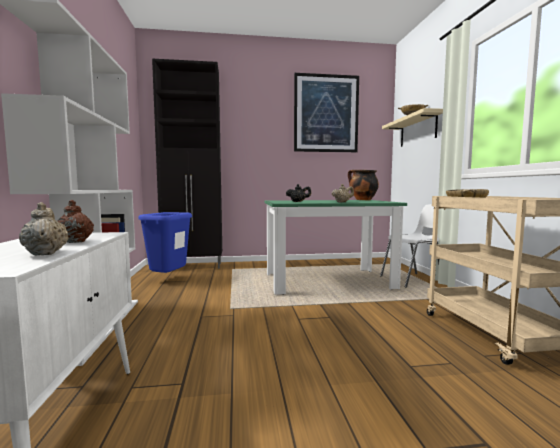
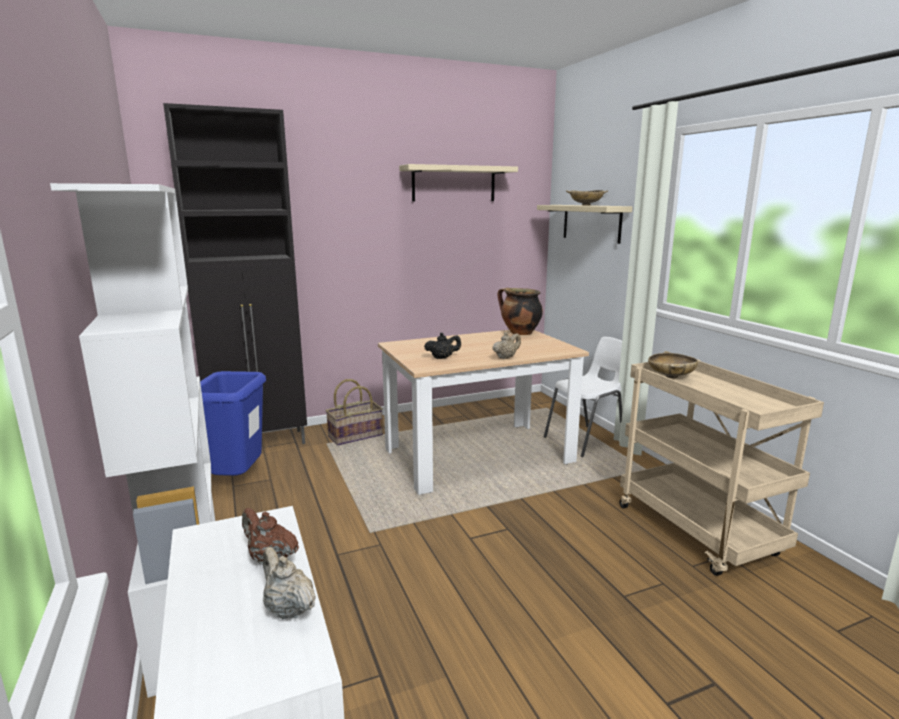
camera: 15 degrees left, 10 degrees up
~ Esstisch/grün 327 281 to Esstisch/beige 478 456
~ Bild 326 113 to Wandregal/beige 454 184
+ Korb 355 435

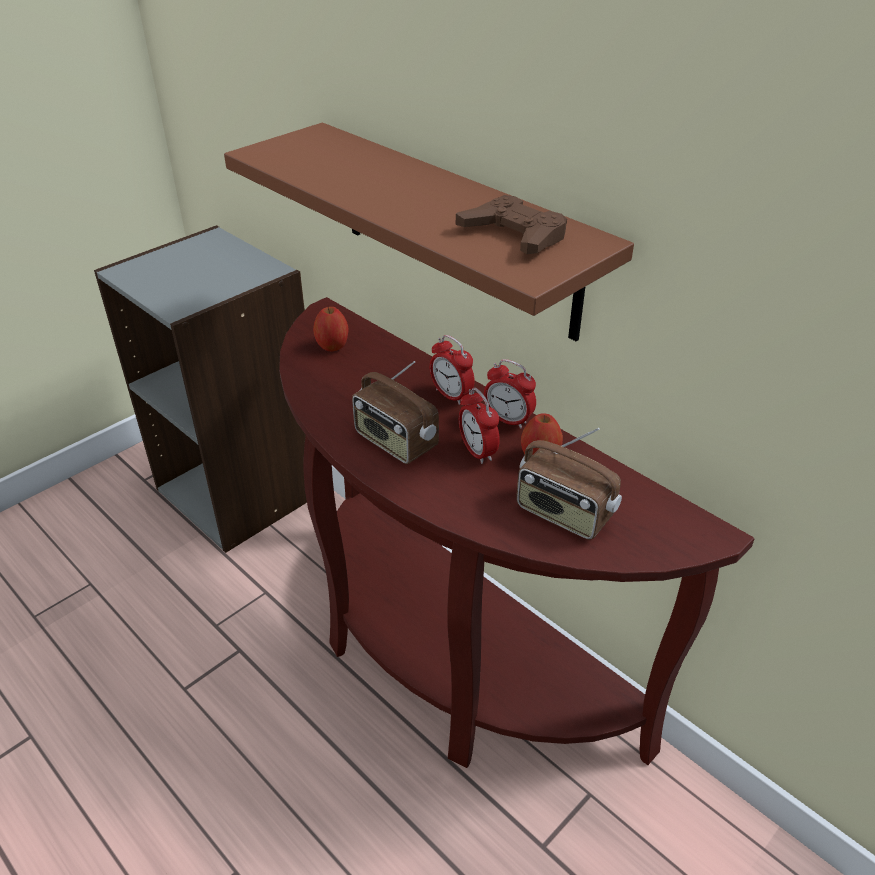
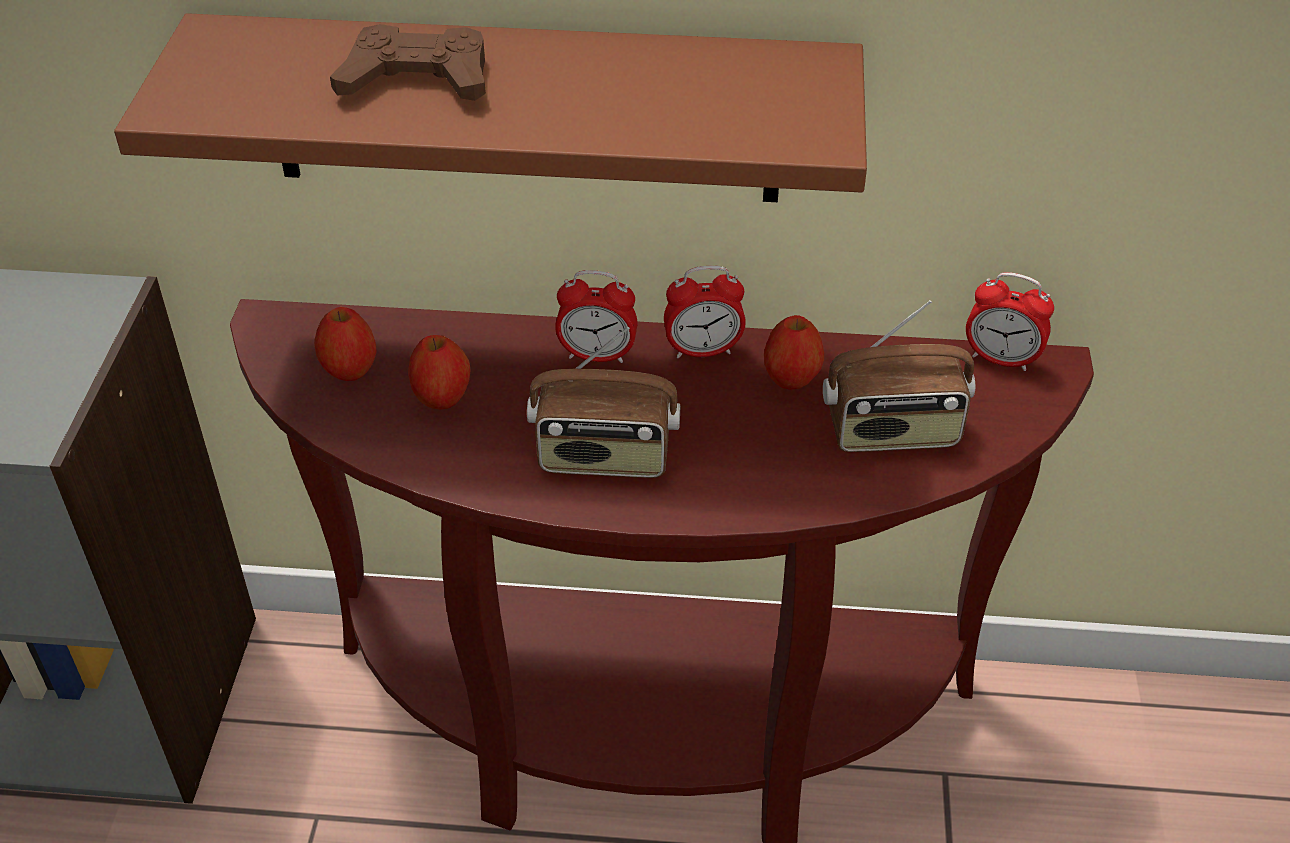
camera: 40 degrees left, 5 degrees up
~ Gamepad/braun 514 235 to 417 79
~ Wecker 477 452 to 1001 359
+ Apfel 442 398

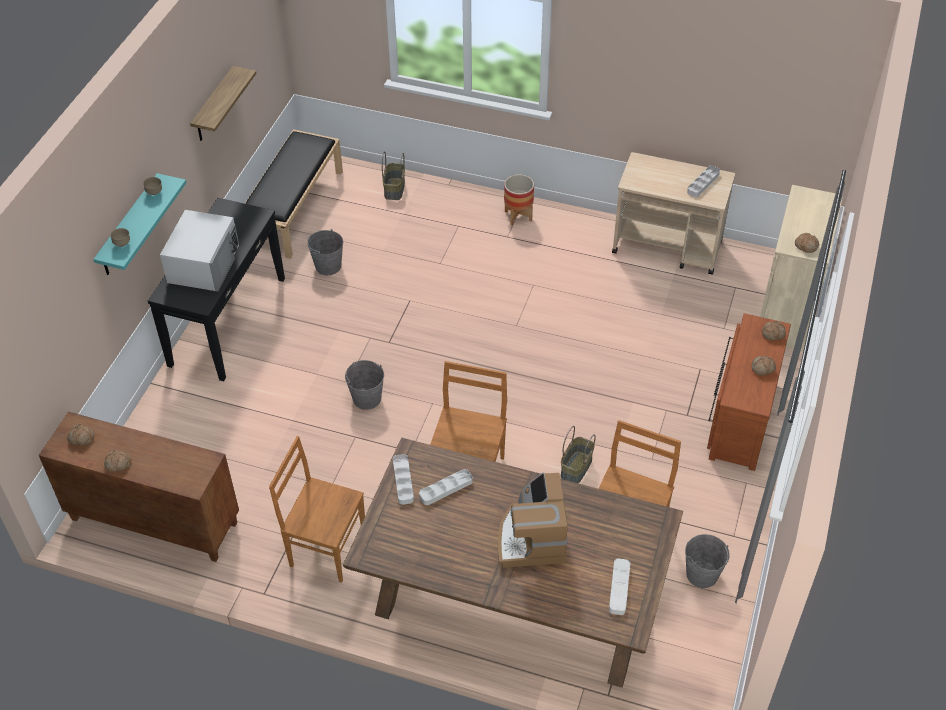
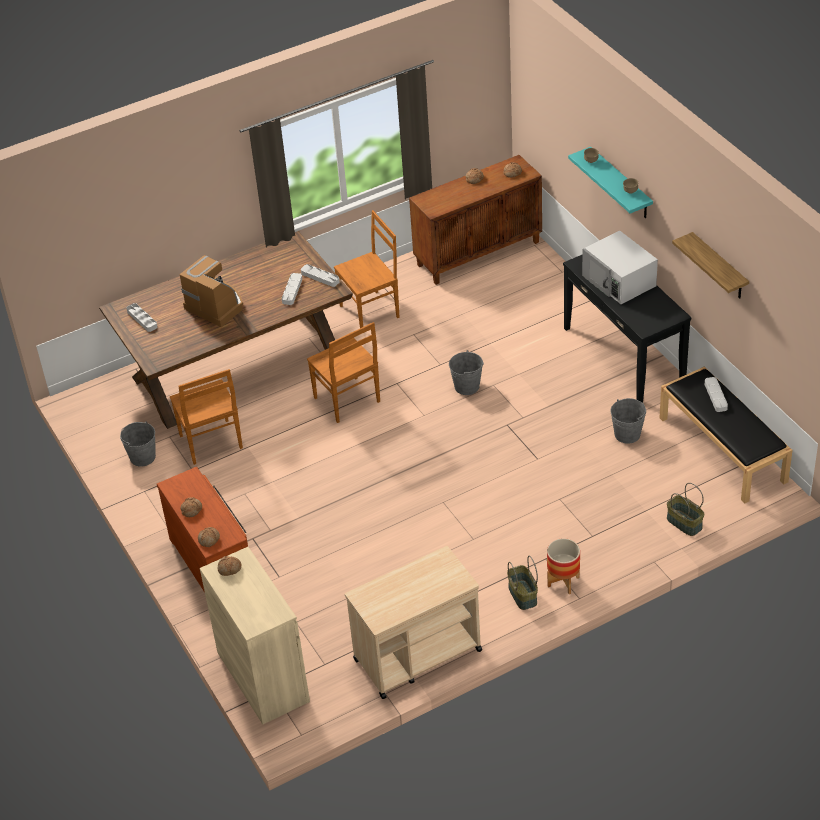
camera: 135 degrees right, 5 degrees down
~ Korb 576 468 to 522 595
~ Tablett/grau 703 183 to 715 396

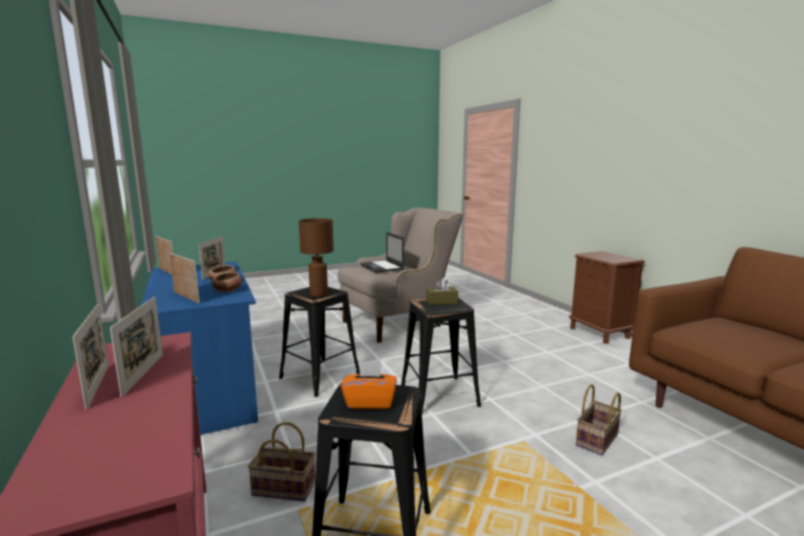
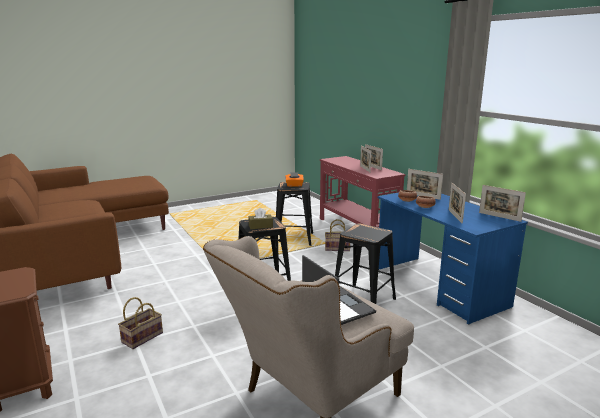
camera: 175 degrees right, 5 degrees up
- Tischlampe/braun 319 294
~ Korb 597 440 to 142 337

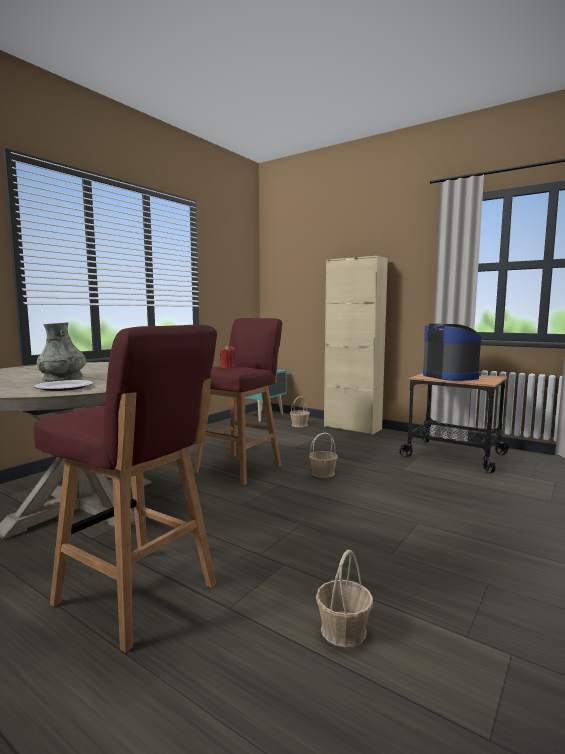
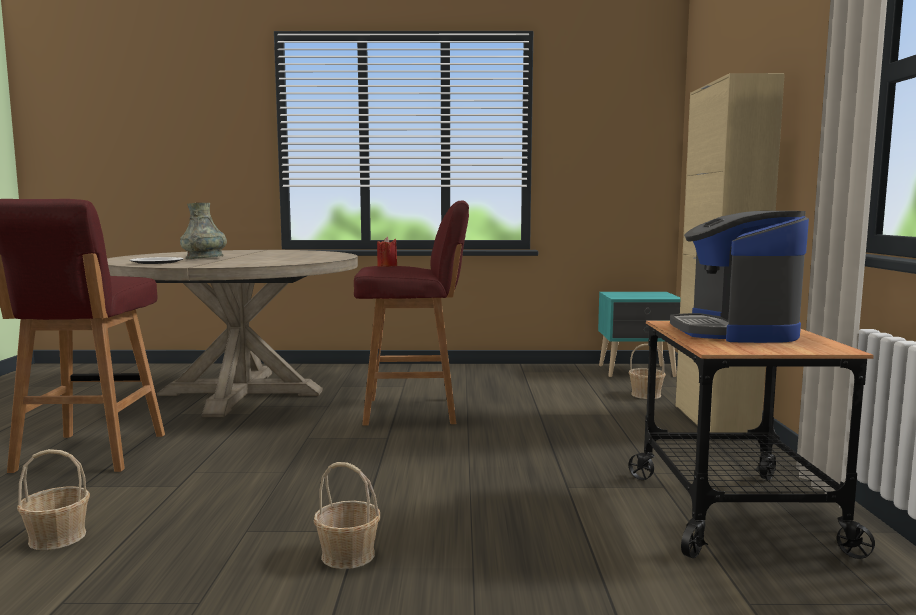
camera: 55 degrees right, 0 degrees up
~ Korb 323 473 to 348 555
~ Kaffeemaschine 450 376 = 734 332 150 degrees clockwise

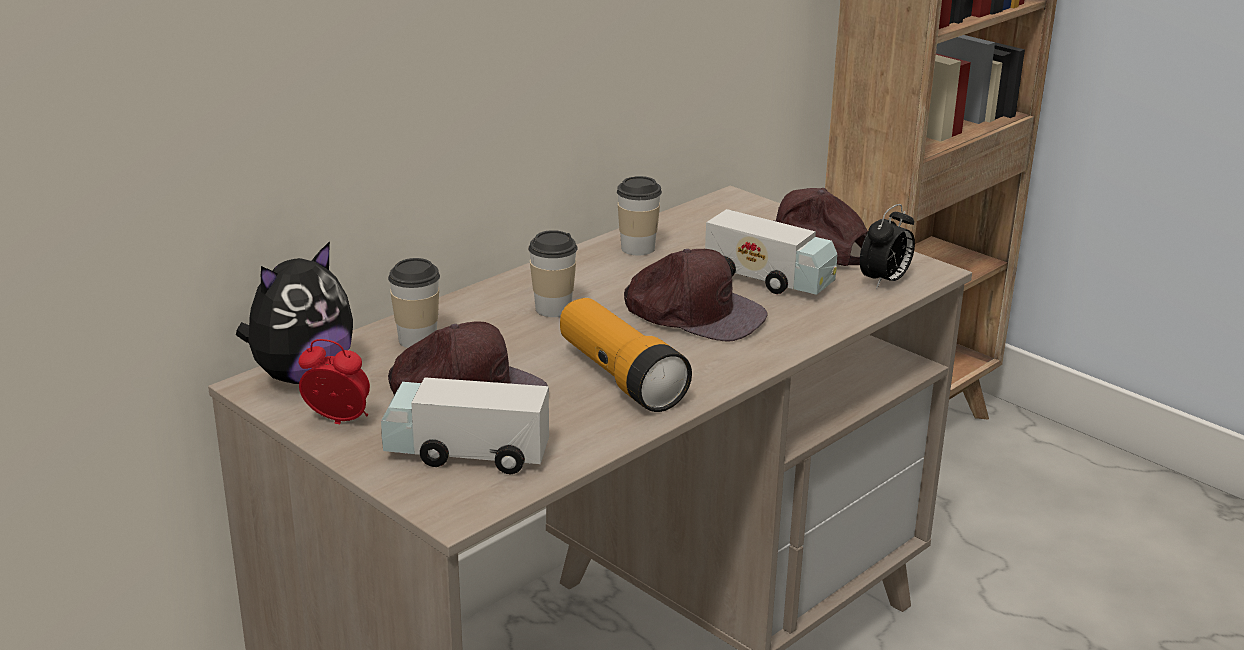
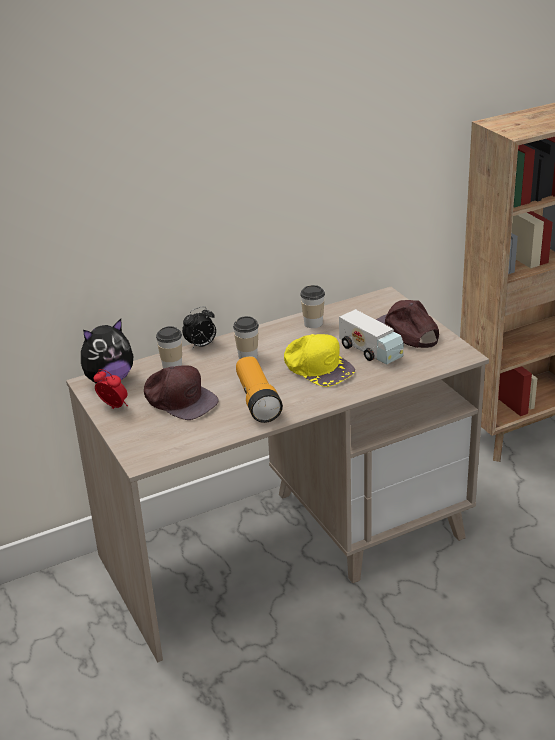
camera: 20 degrees right, 5 degrees up
- Spielzeuglaster 466 452
~ Kappe/braun 693 312 to Kappe/gelb 317 367
~ Wecker 884 281 to 201 346

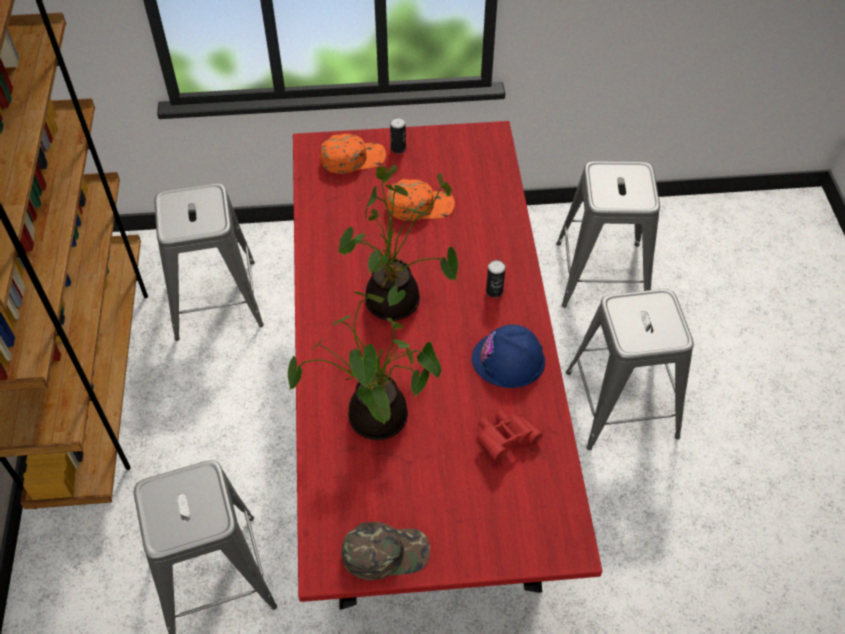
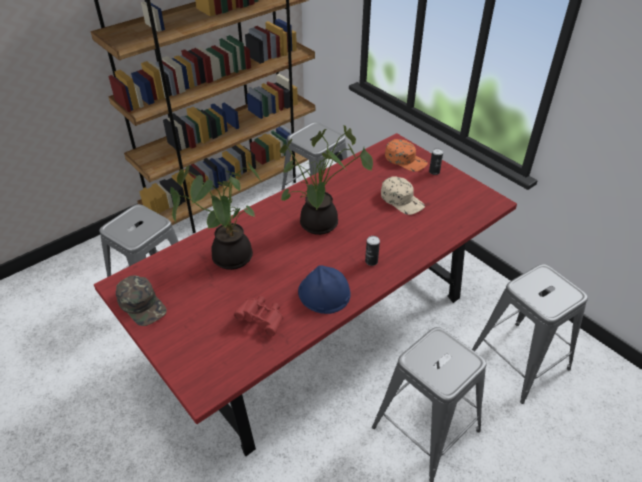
camera: 55 degrees right, 10 degrees down
~ Kappe/orange 420 205 to Kappe/beige 402 200

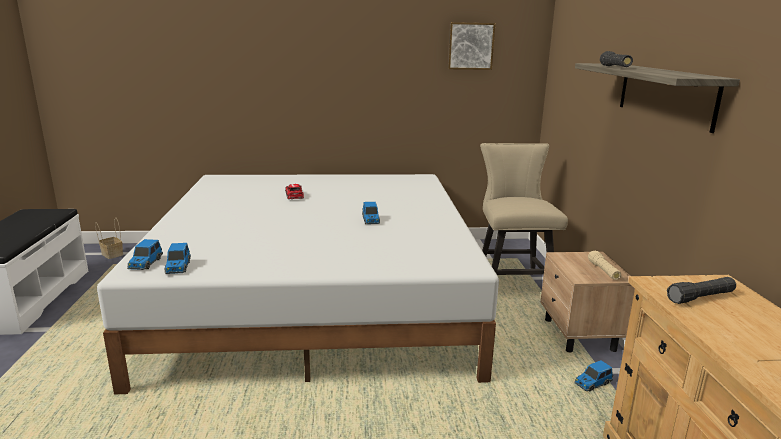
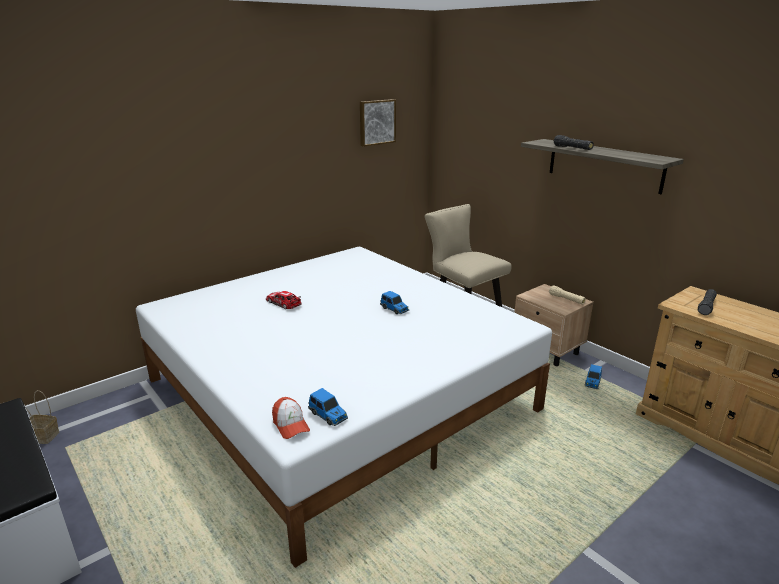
camera: 35 degrees left, 5 degrees up
~ Spielzeugauto 145 264 to Kappe 290 425

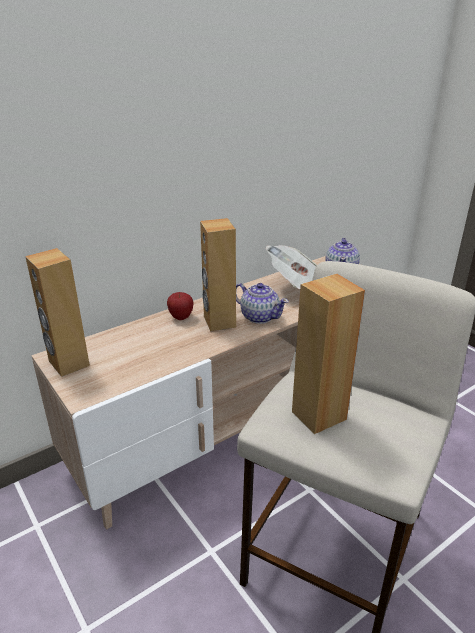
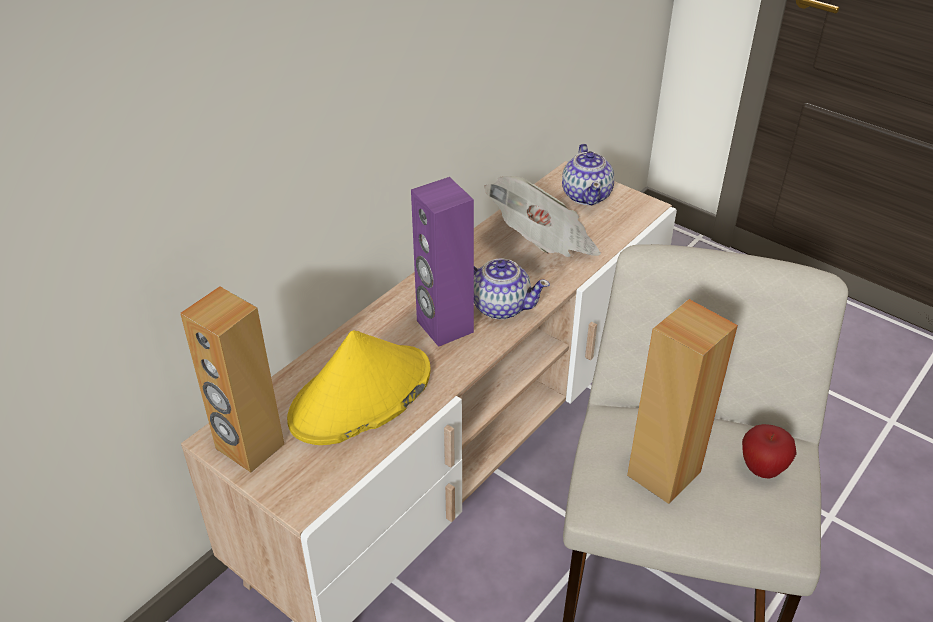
camera: 15 degrees left, 10 degrees up
~ Apfel 181 317 to 762 469
~ Lautsprecher/braun 219 322 to Lautsprecher/lila 444 327
+ Hut/gelb 360 396

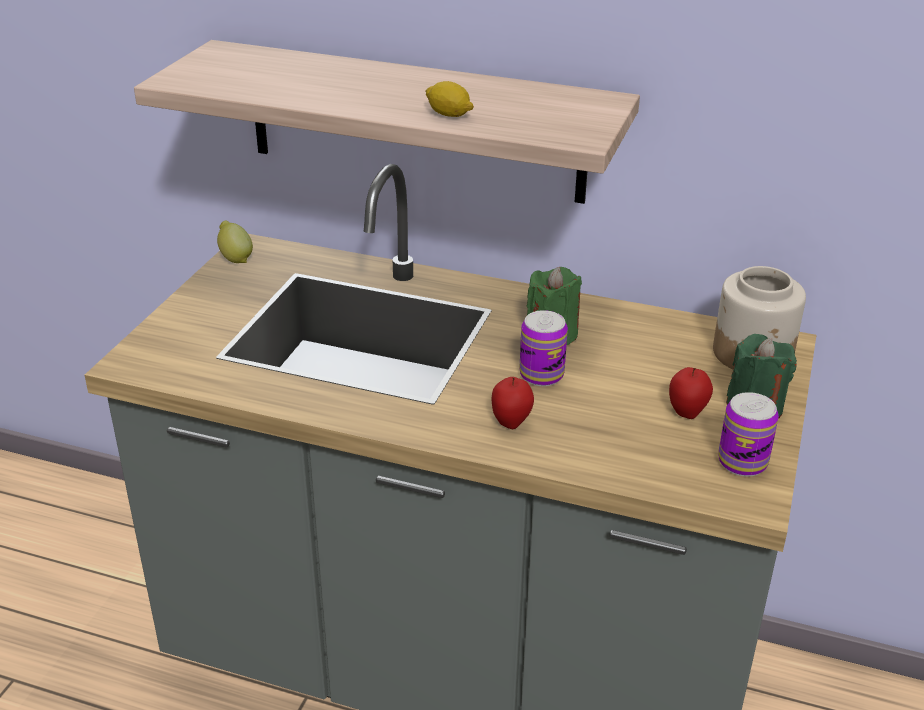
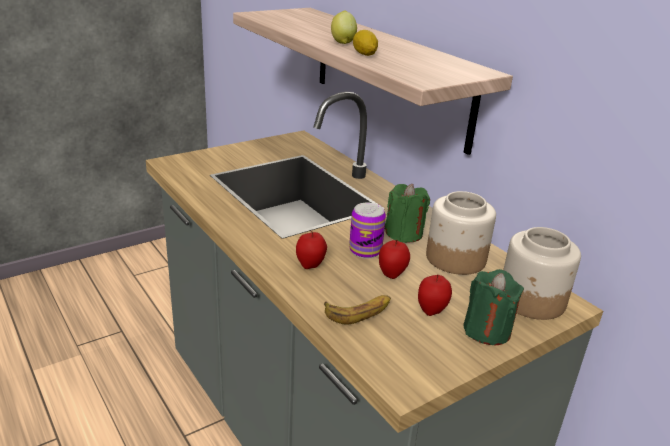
camera: 35 degrees right, 5 degrees down
~ Zitrone 235 258 to 343 42
- Dose 742 462
+ Banane 359 312
+ Apfel 392 274
+ Vorratsglas 455 258

